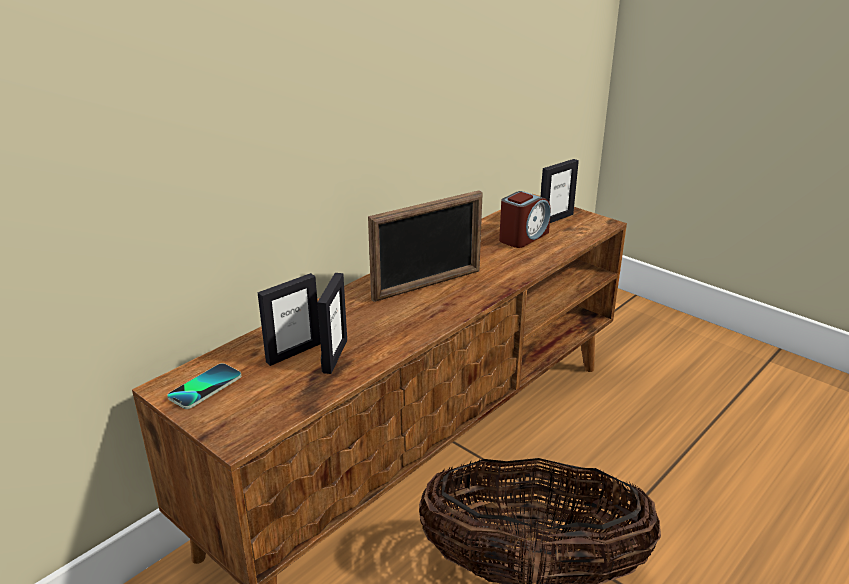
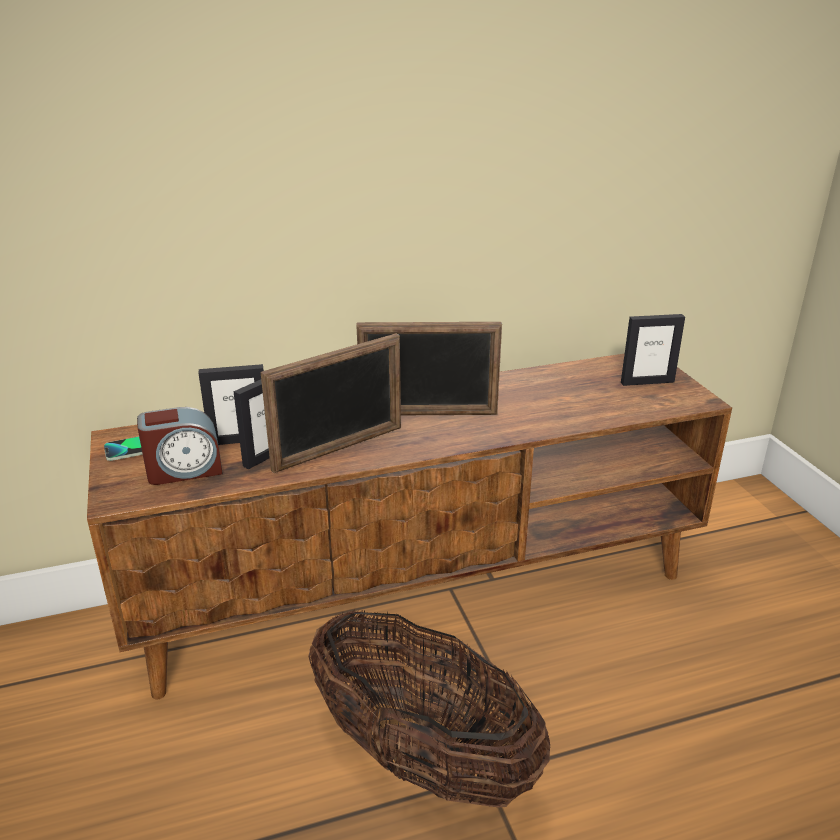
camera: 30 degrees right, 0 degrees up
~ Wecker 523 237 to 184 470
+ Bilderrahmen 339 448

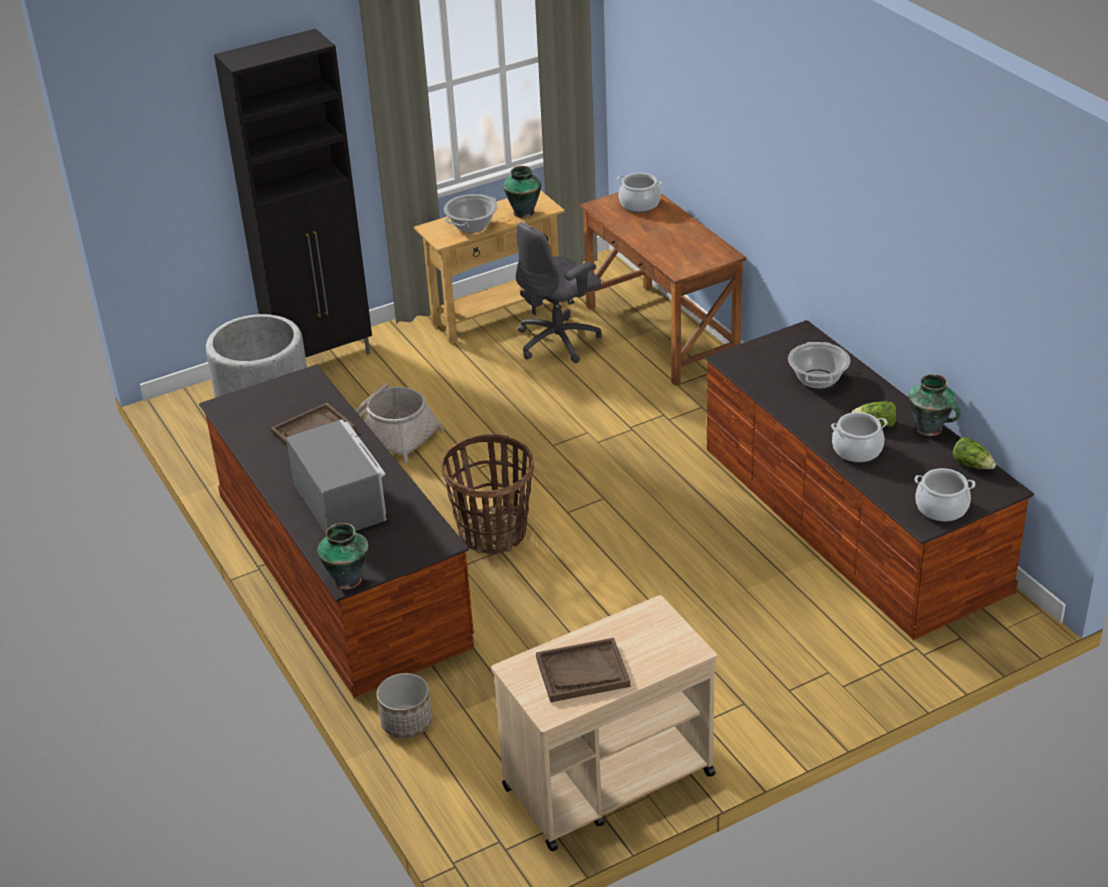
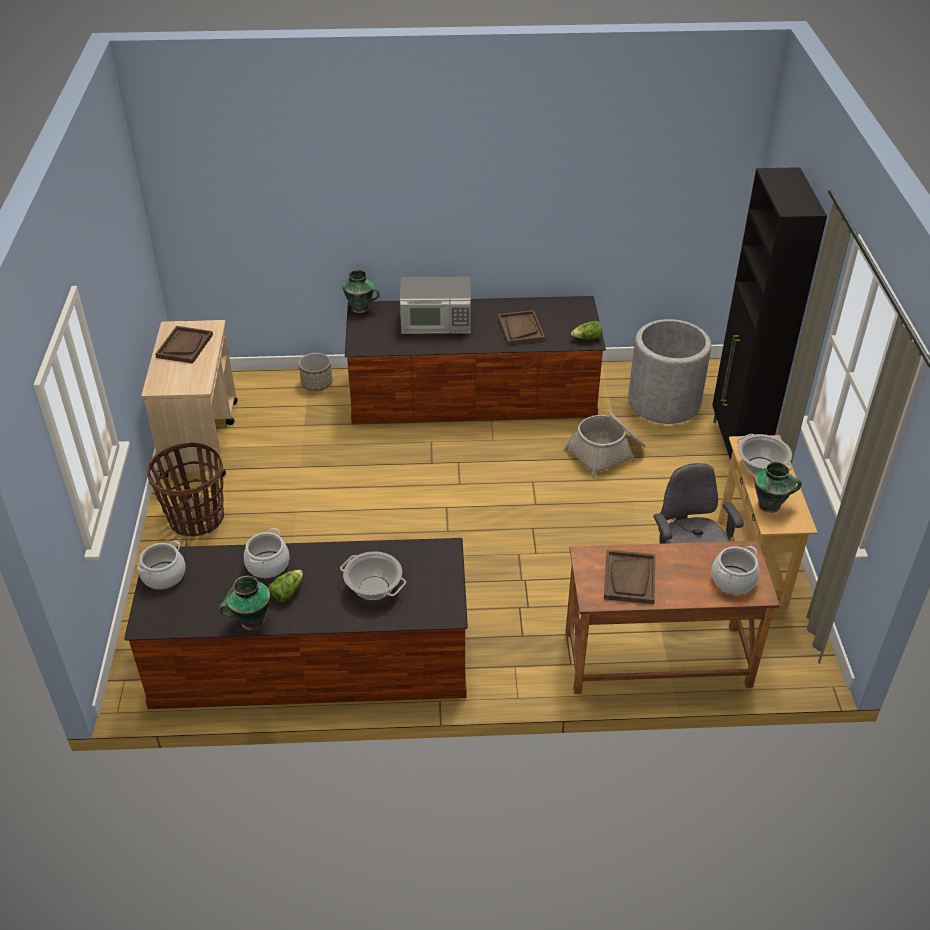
camera: 115 degrees right, 5 degrees up
~ Korb 493 533 to 196 519
~ Salatkopf 972 465 to 587 338
+ Tablett/braun 629 578

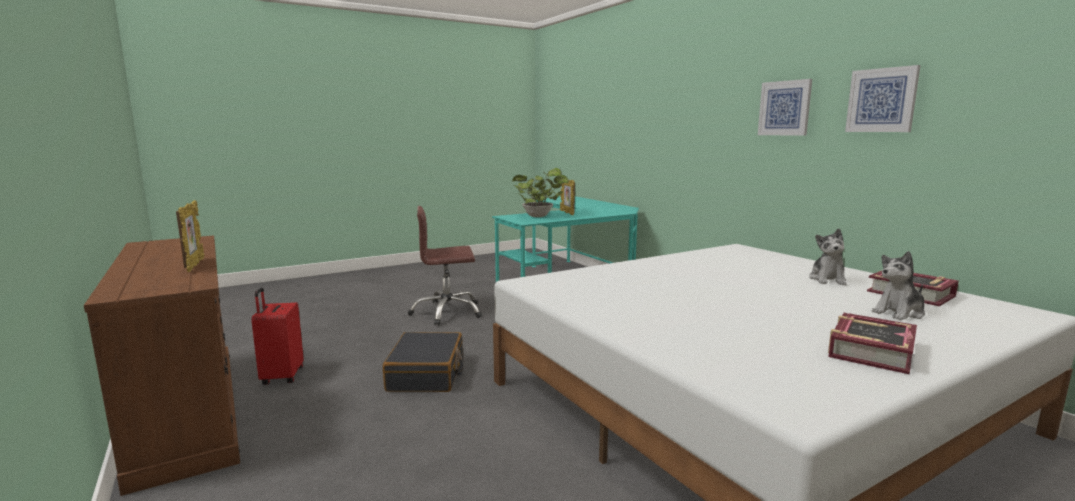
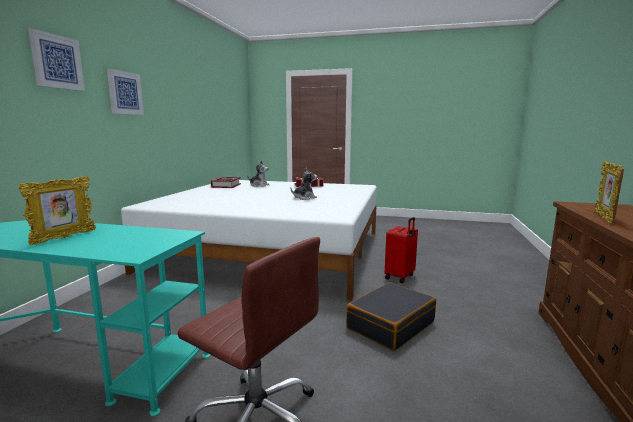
camera: 135 degrees left, 0 degrees up
~ Koffer/rot 281 377 to 400 277
- Topfpflanze 540 216
~ Plüschtier 827 279 to 304 198
~ Bild 881 100 to 57 62

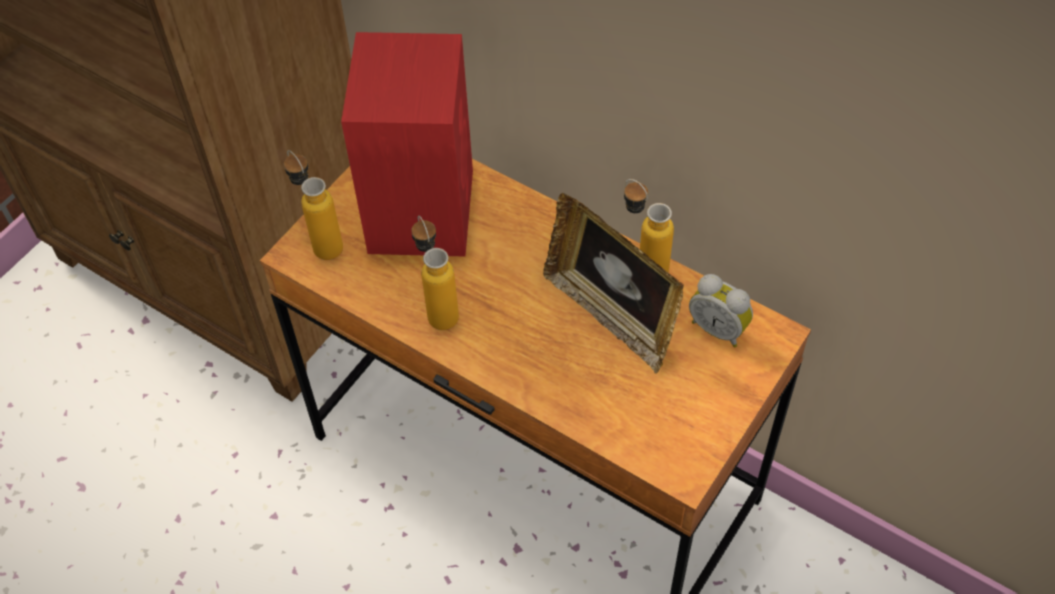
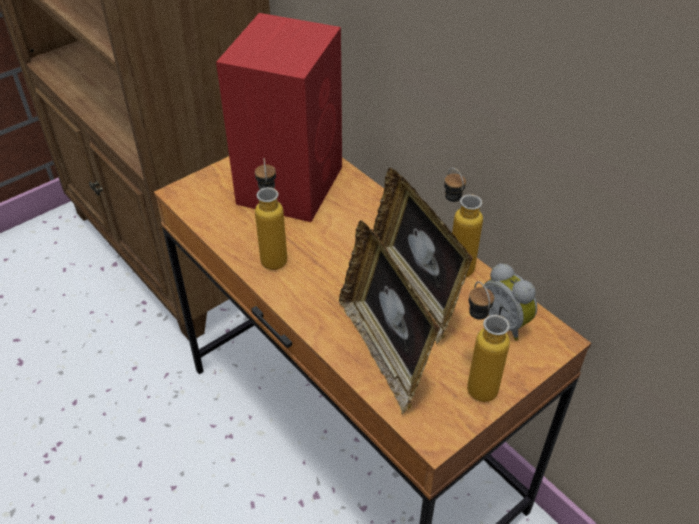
camera: 15 degrees right, 10 degrees down
~ Flasche 321 241 to 475 380
+ Bilderrahmen 384 351

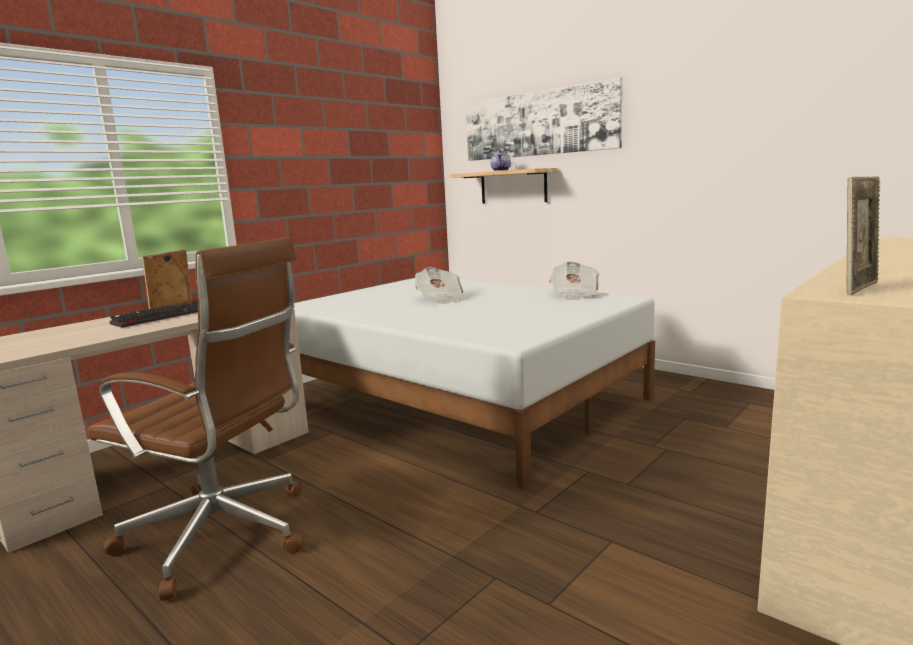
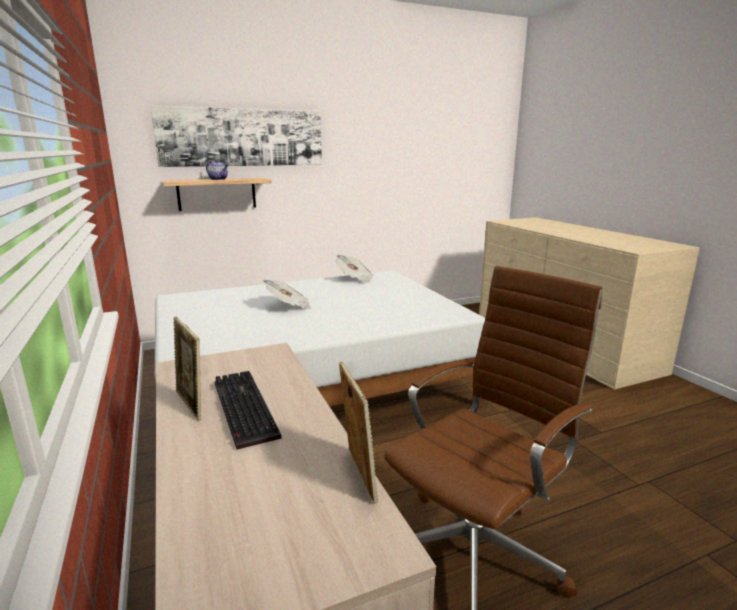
camera: 65 degrees left, 5 degrees up
~ Bilderrahmen 858 288 to 358 474

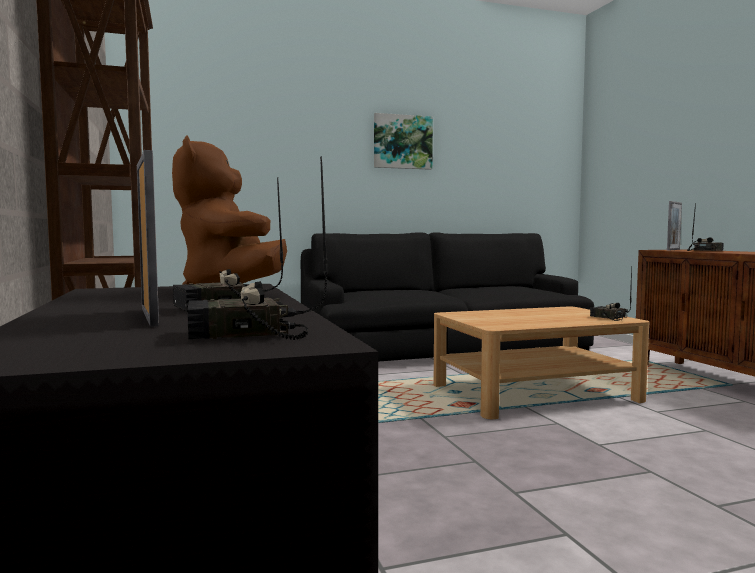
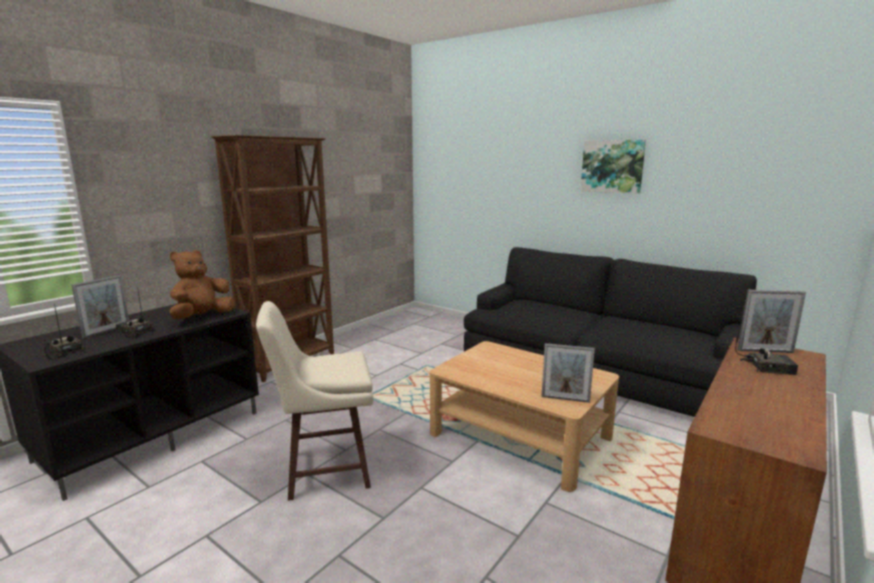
camera: 55 degrees right, 10 degrees up
~ Radio 608 318 to Bilderrahmen 565 399
+ Hocker/beige 324 470

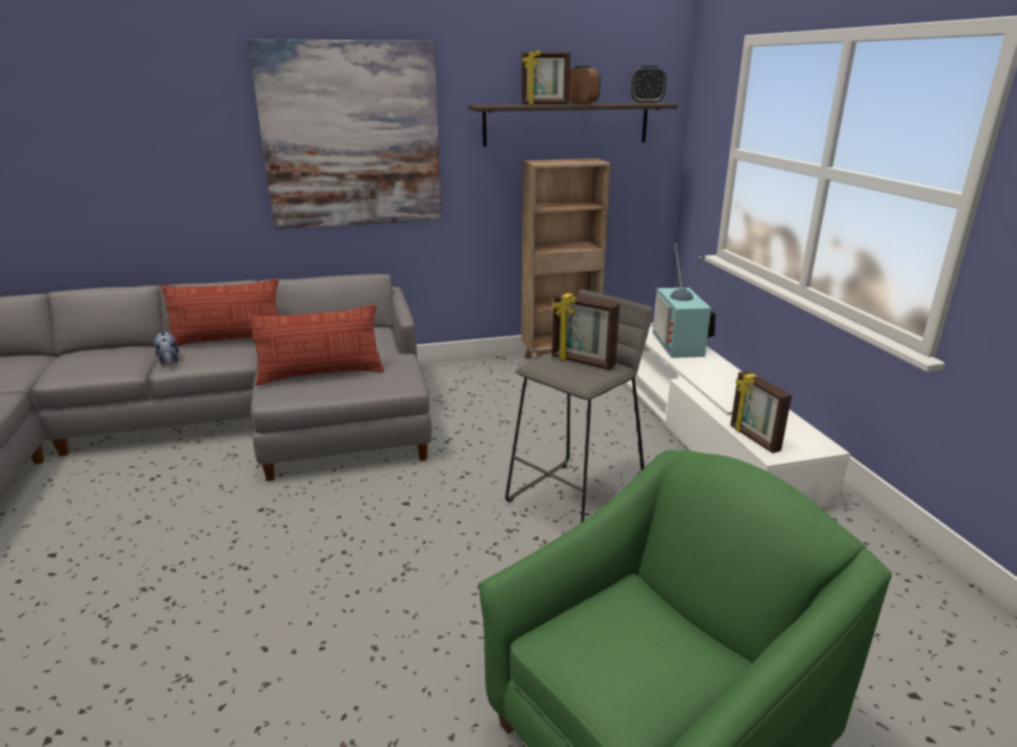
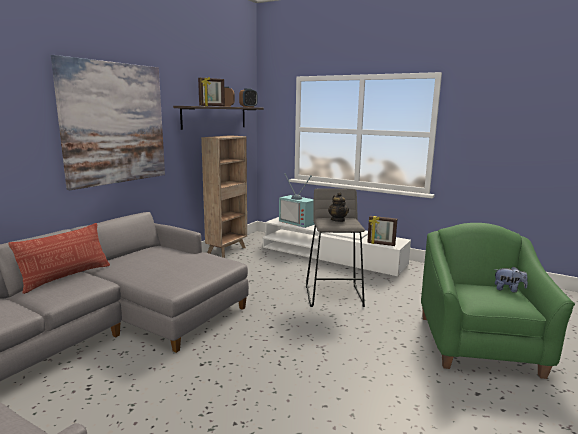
camera: 45 degrees left, 10 degrees down
~ Plüschtier 169 361 to 508 289
- Kissen 321 374
~ Bilderrahmen 582 362 to Teekanne 338 220

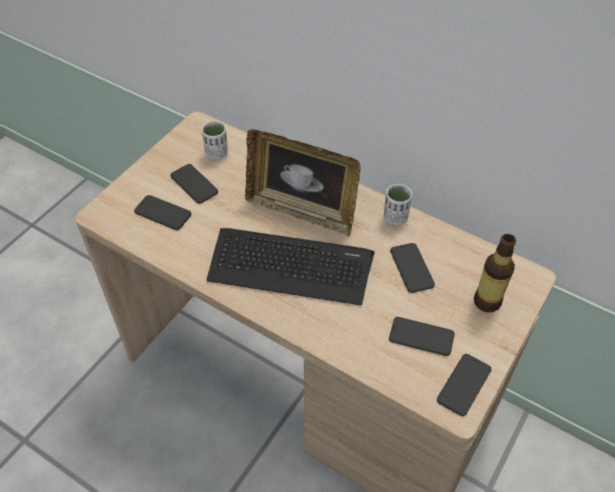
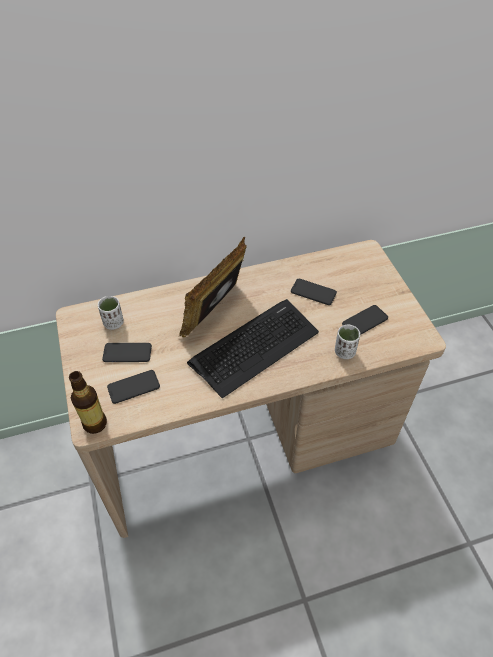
camera: 50 degrees left, 0 degrees up
~ Bilderrahmen 301 211 = 215 312 150 degrees clockwise
~ Tasse/weiß 395 217 to 344 352
- Handy 464 384
~ Flasche 487 301 to 95 424

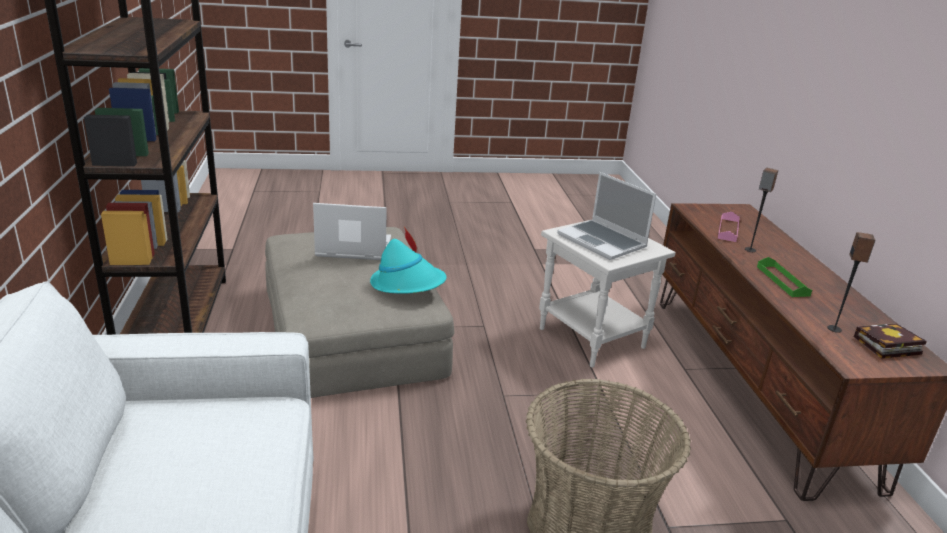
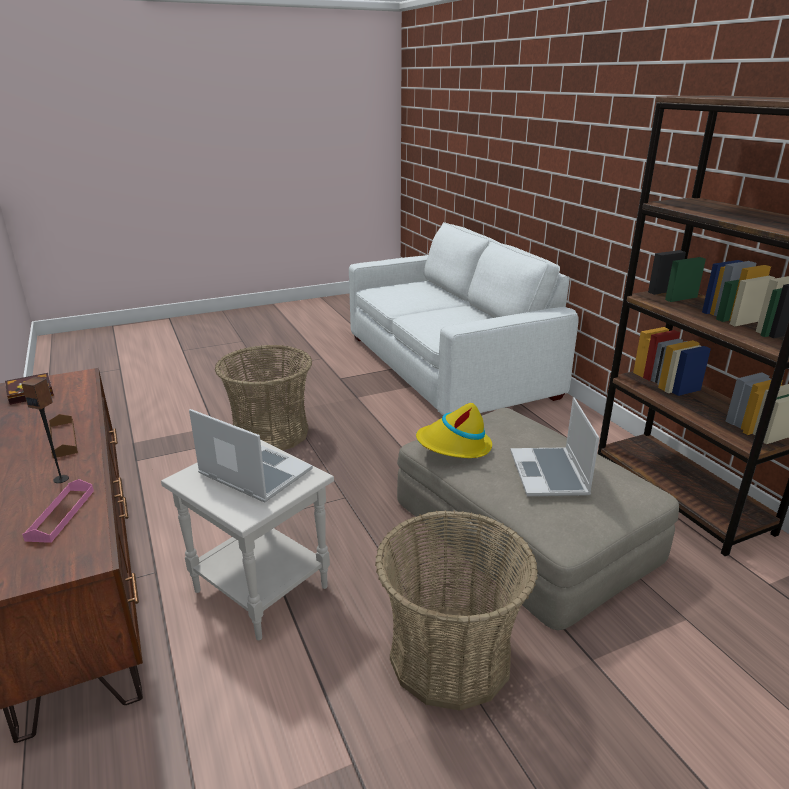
camera: 165 degrees right, 0 degrees up
~ Laptop 352 248 = 550 474 105 degrees clockwise
~ Hut/türkis 408 284 to Hut/gelb 454 446
~ Tablett/grün 782 281 to Tablett/braun 63 439
- Lautsprecher 834 329
+ Korb 450 656

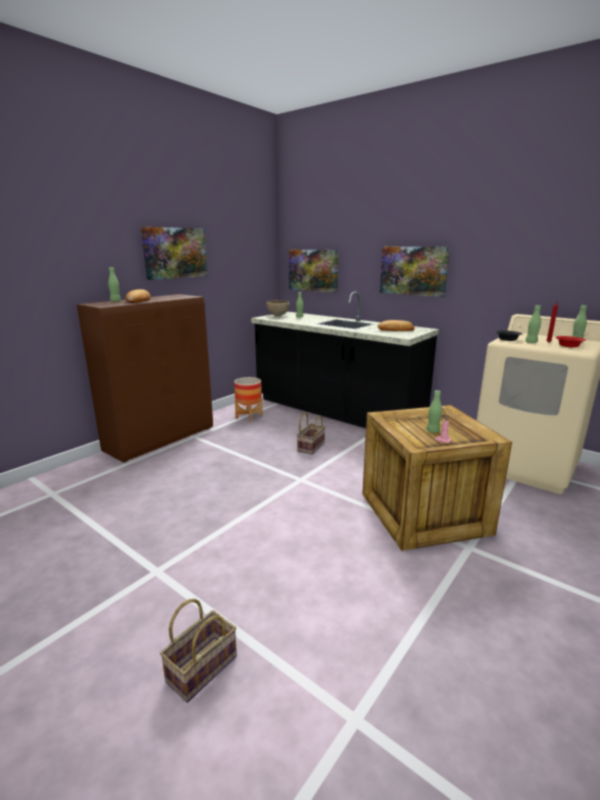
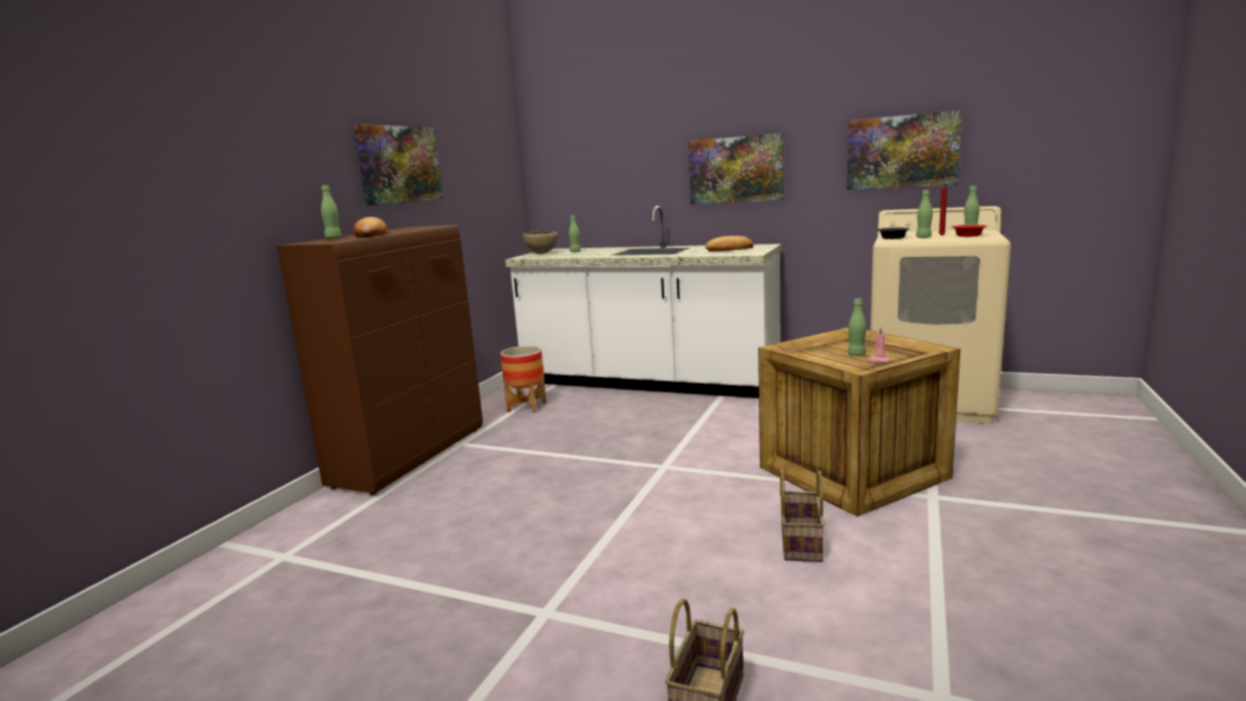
camera: 15 degrees left, 5 degrees down
~ Küchenzeile/schwarz 335 412 to Küchenzeile/weiß 648 383
~ Bild 313 270 to 902 151
~ Korb 310 446 to 799 542

